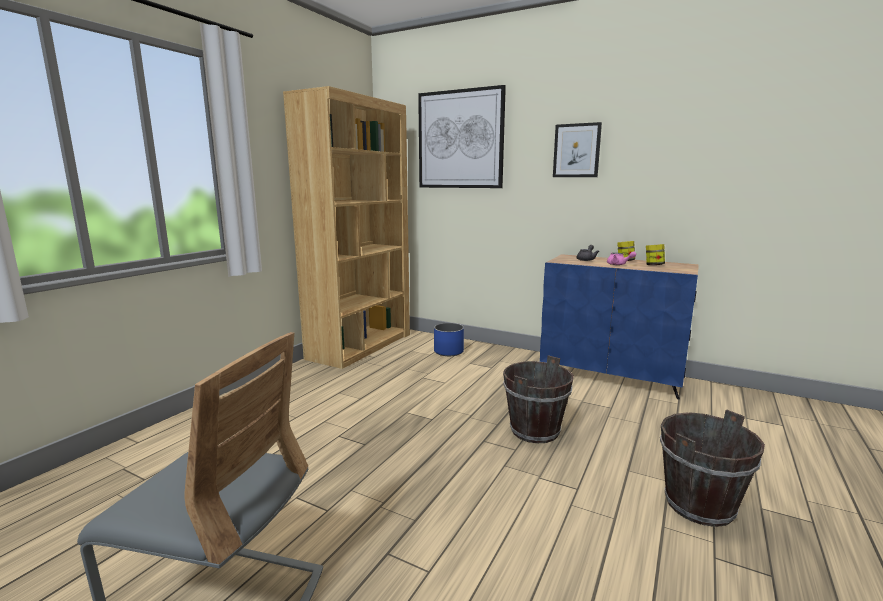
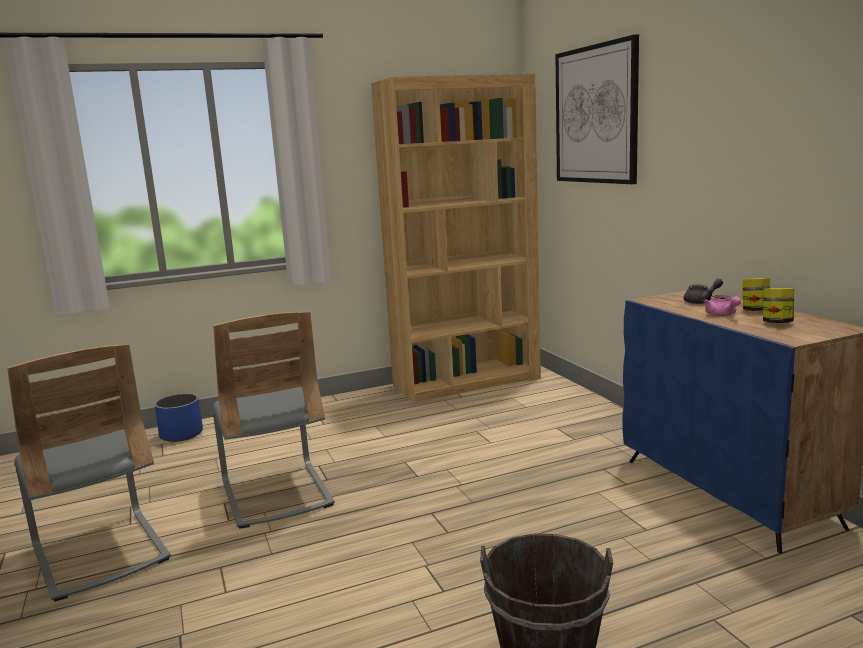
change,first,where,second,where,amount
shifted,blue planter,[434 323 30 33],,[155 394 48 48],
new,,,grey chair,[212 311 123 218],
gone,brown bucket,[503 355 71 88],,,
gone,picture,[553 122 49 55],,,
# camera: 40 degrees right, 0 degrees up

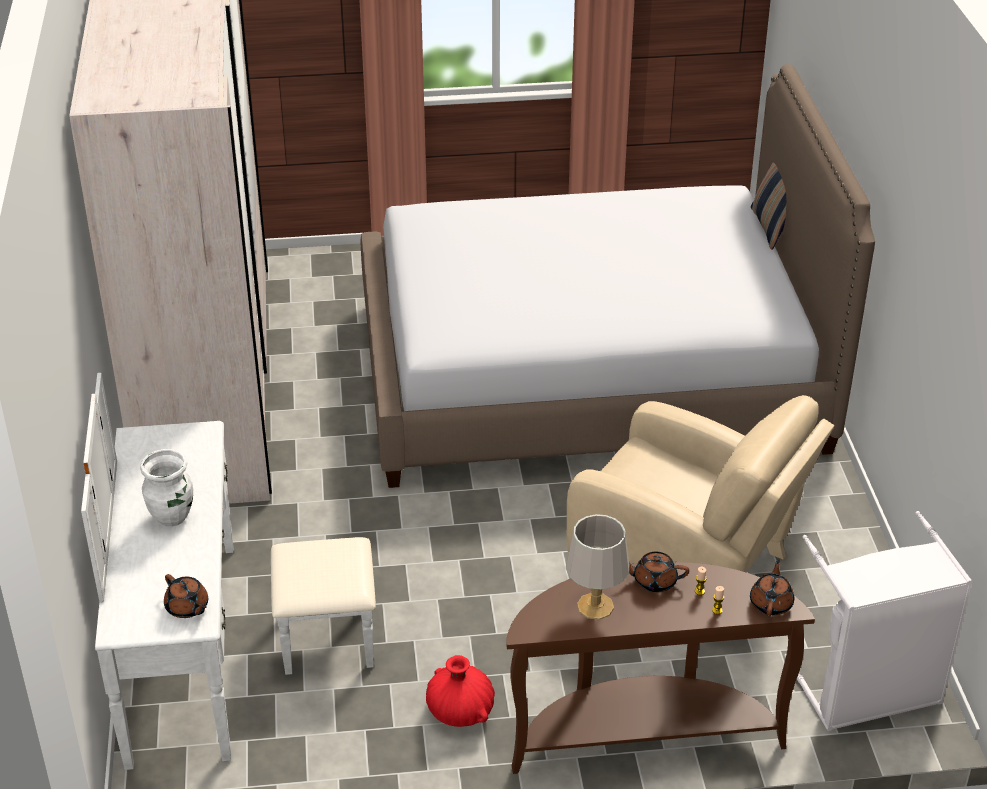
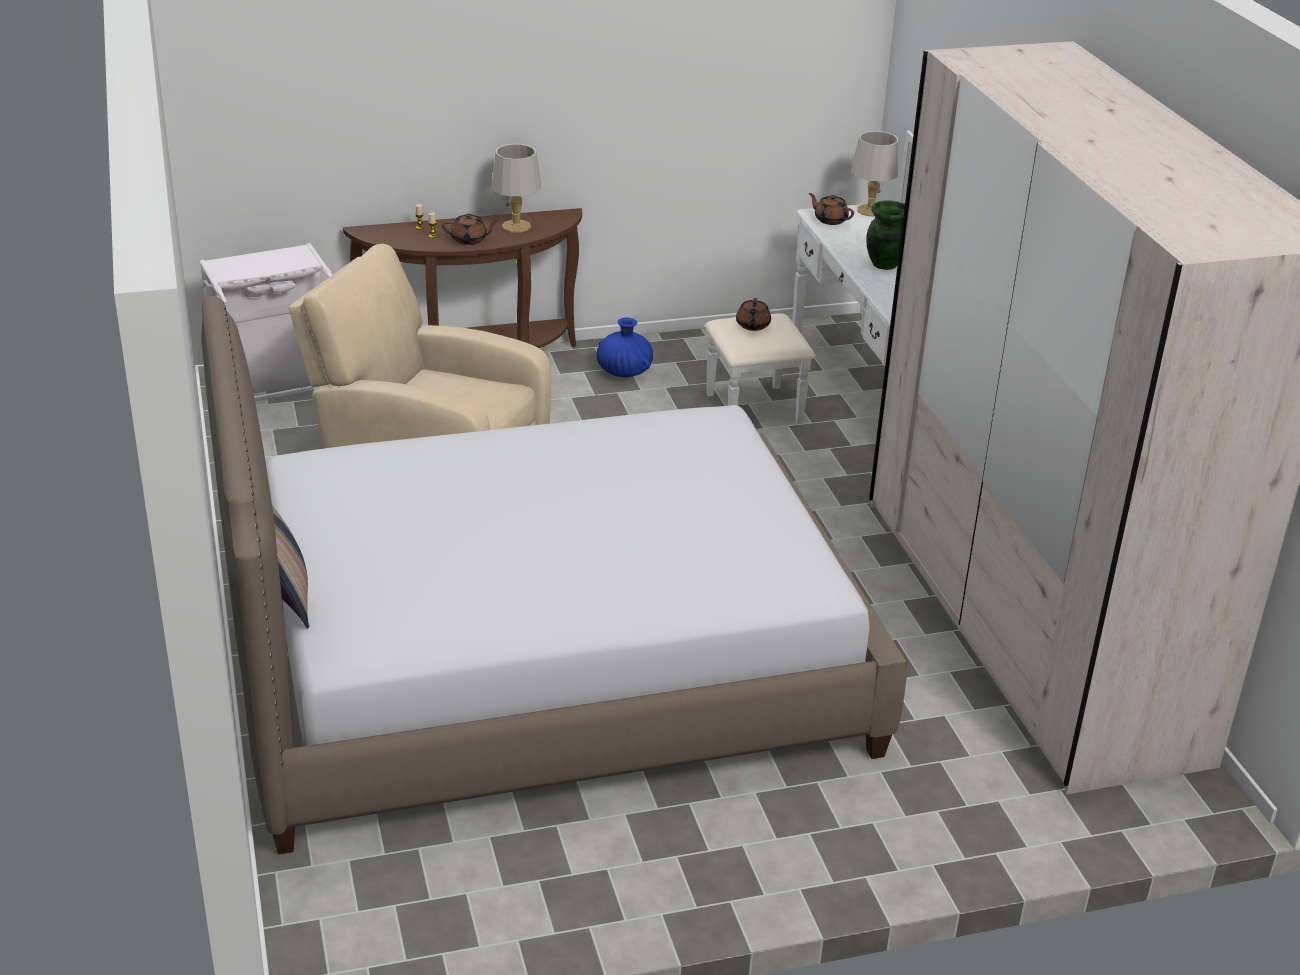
change,first,where,second,where,amount
repainted,red vase,[426 655 69 72],blue vase,[597 317 56 61],
shifted,brown teapot,[750 559 44 57],,[736 298 35 33],
new,,,grey table lamp,[851 131 48 86],
repainted,white vase,[140 449 53 78],green vase,[867 200 38 70],
# camera: 170 degrees right, 5 degrees down

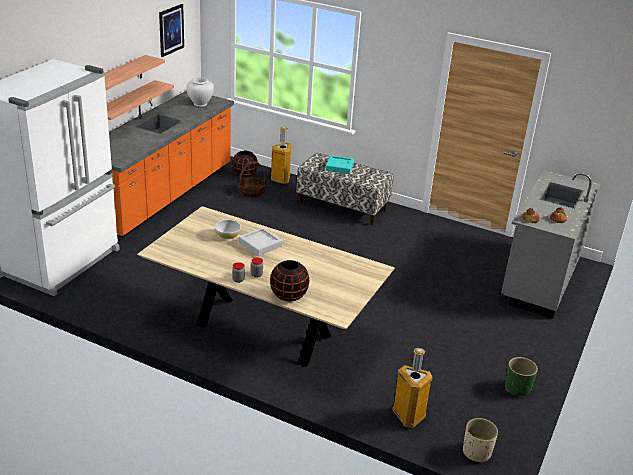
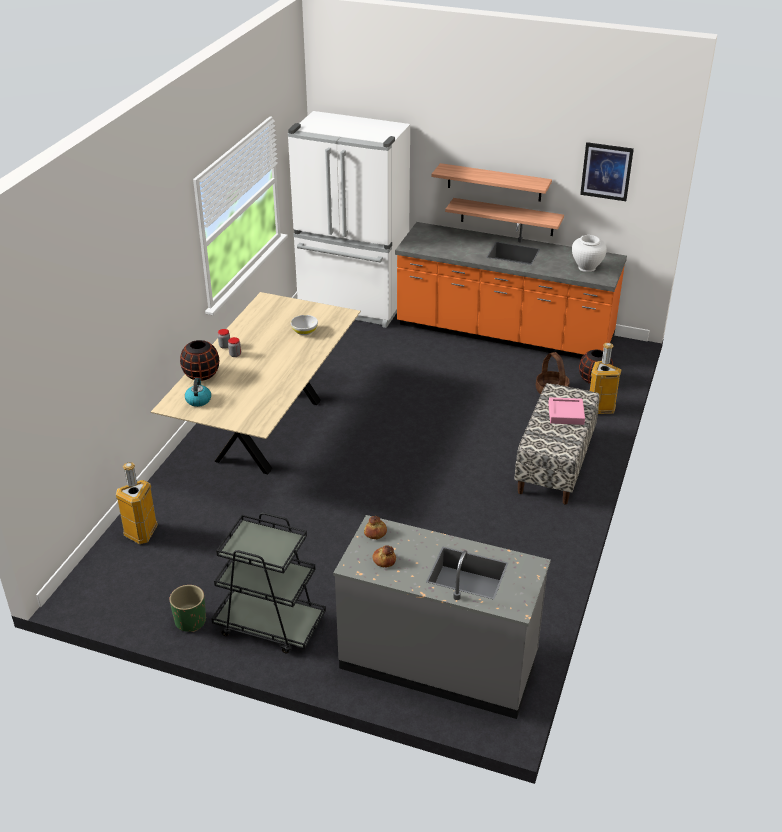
change,first,where,second,where,amount
new,,,kettle,[185 378 26 29],
new,,,black cart,[211 512 115 142],
repainted,turquoise tray,[326 155 28 19],pink tray,[548 397 37 28],
gone,grey tray,[239 227 44 29],,,
gone,beige planter,[463 418 35 45],,,
# camera: 85 degrees right, 5 degrees up

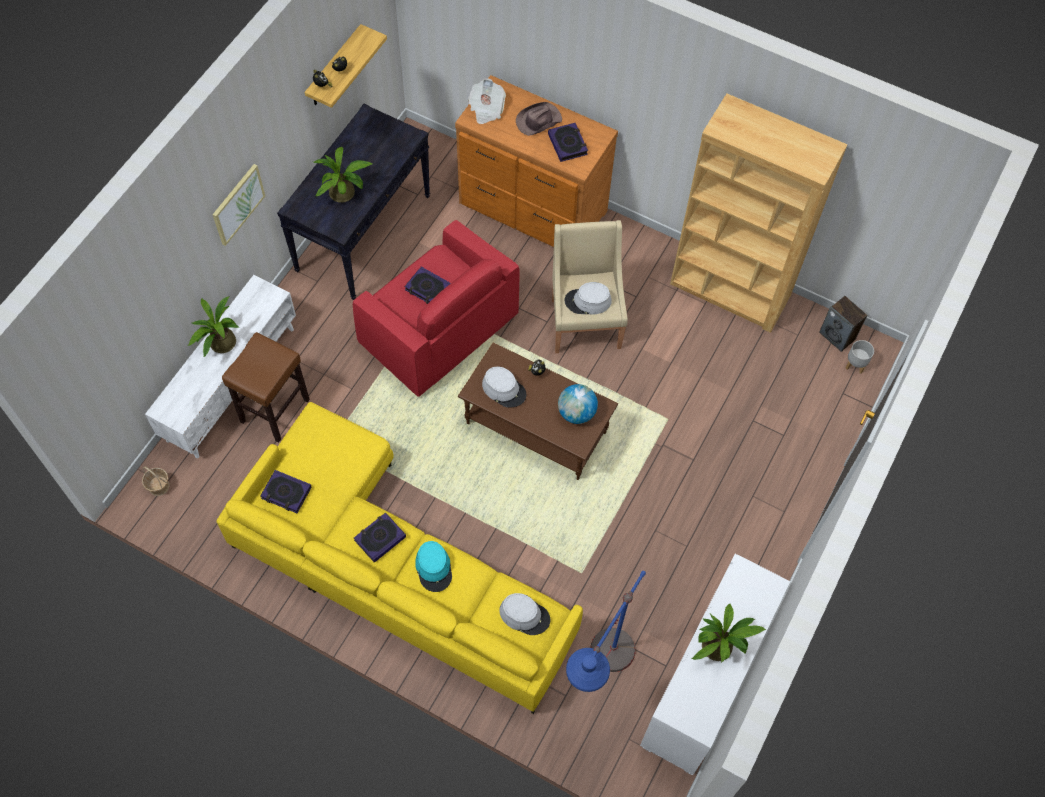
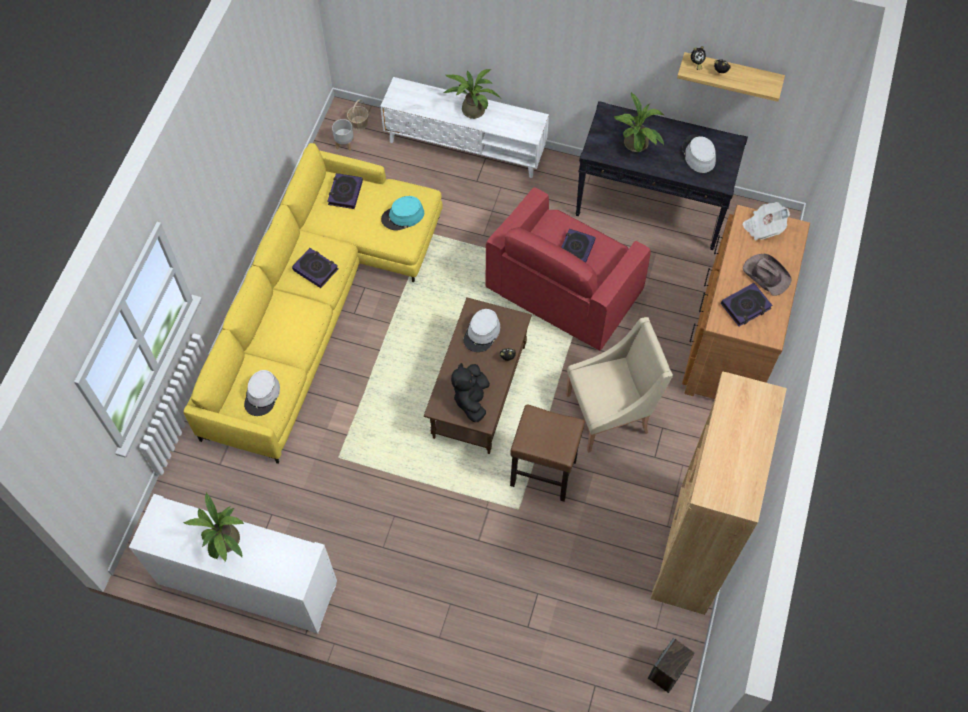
change,first,where,second,where,amount
shifted,grey planter,[846 340 28 34],,[332 119 22 32],
shifted,turquoise hat,[415 541 37 51],,[381 196 43 34],
swapped,globe,[558 384 40 40],black plush toy,[451 363 39 59],
shifted,brown stool,[222 332 88 110],,[510 405 75 97],
shifted,grey hat,[564 282 48 33],,[682 135 34 38],
gone,picture,[212 164 53 82],,,
gone,blue floor lamp,[566 571 80 121],,,
# camera: 80 degrees right, 0 degrees up

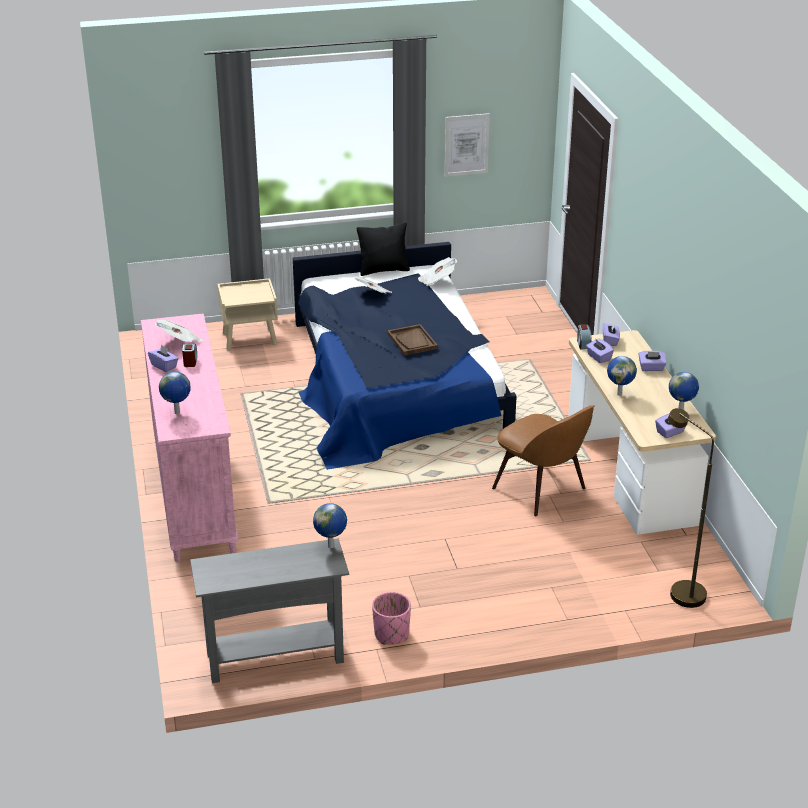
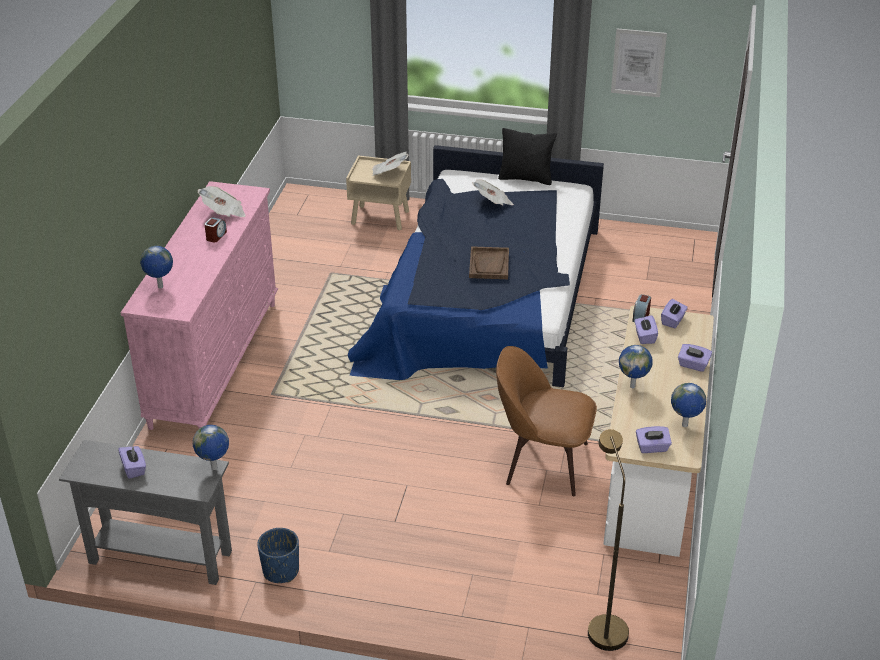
change,first,where,second,where,amount
shifted,purple tissue box,[148 345 30 27],,[118 446 28 33],
repainted,pink planter,[372 592 39 53],blue planter,[257 528 42 55],
shifted,newspaper,[418 257 39 29],,[372 152 36 24],
rotated,brown chair,[492 405 103 111],,[496 346 101 150],120 degrees clockwise
# camera: 25 degrees right, 5 degrees up

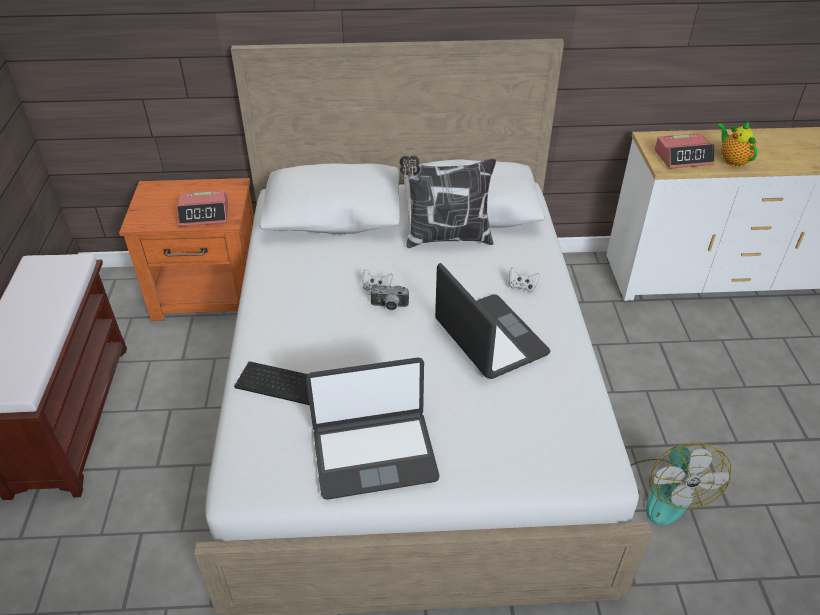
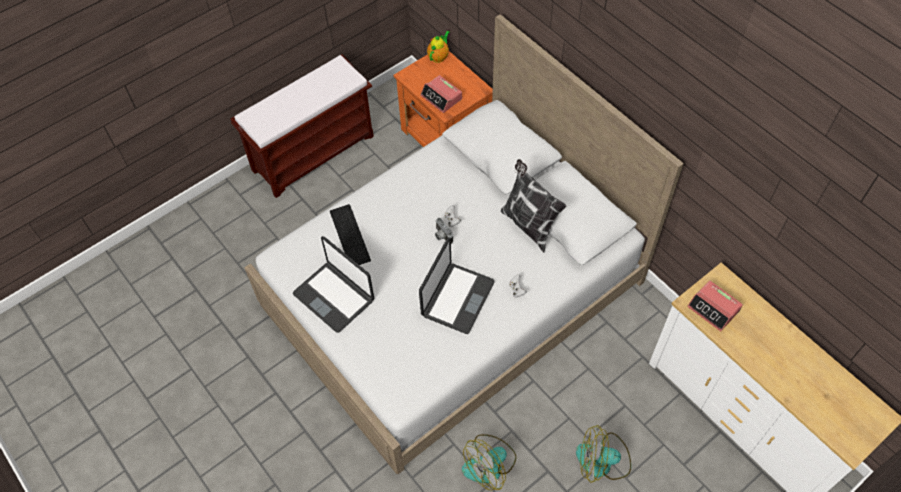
change,first,where,second,where,amount
shifted,teapot,[717 121 41 46],,[427 31 23 32],
new,,,fan,[576 425 55 57],
# camera: 55 degrees right, 15 degrees up

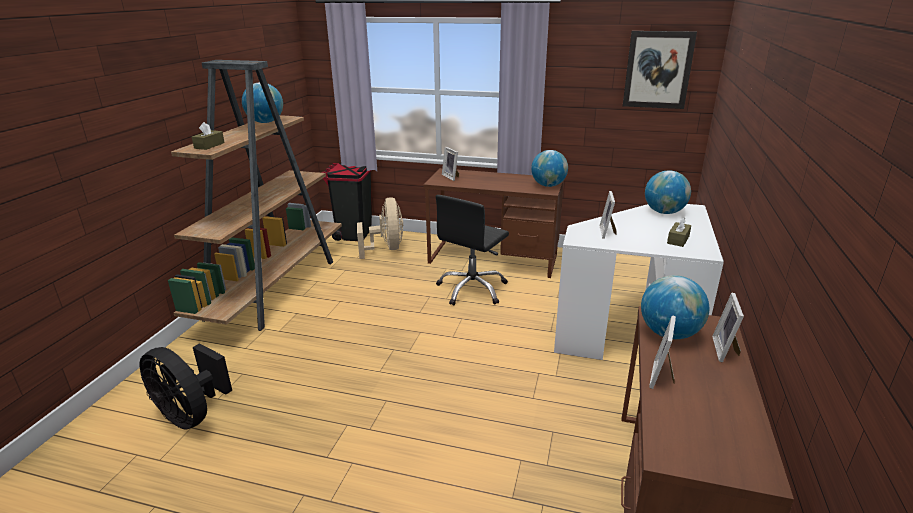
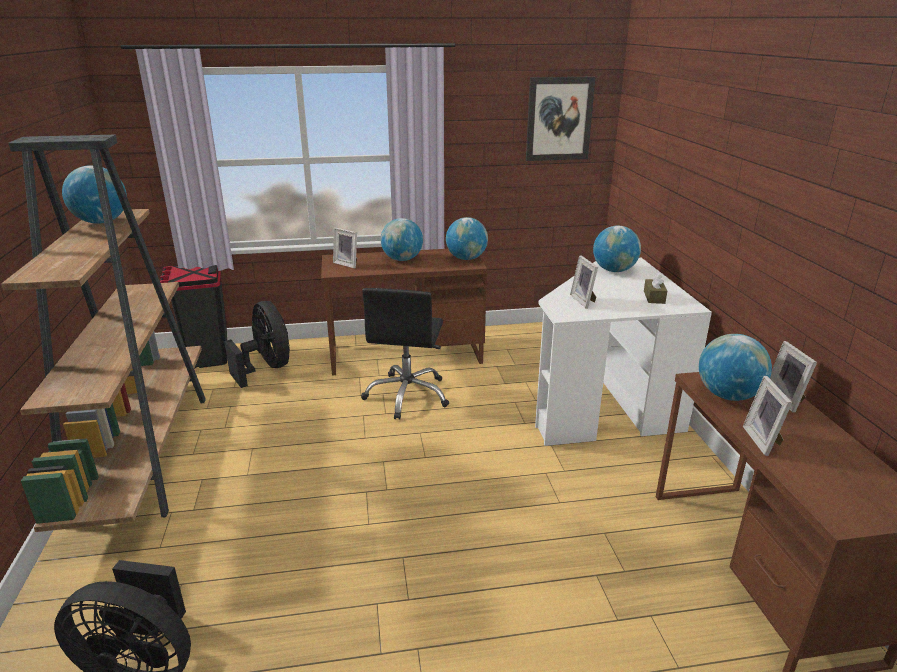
change,first,where,second,where,amount
repainted,beige fan,[357 197 46 62],black fan,[224 301 66 87],
new,,,globe,[381 218 42 43],
gone,brown tissue box,[192 122 33 28],,,
# camera: 25 degrees left, 0 degrees up

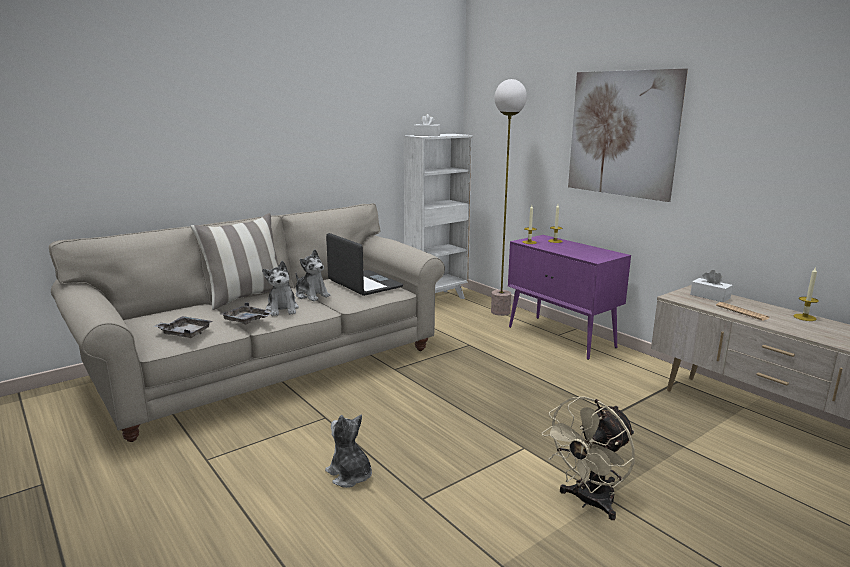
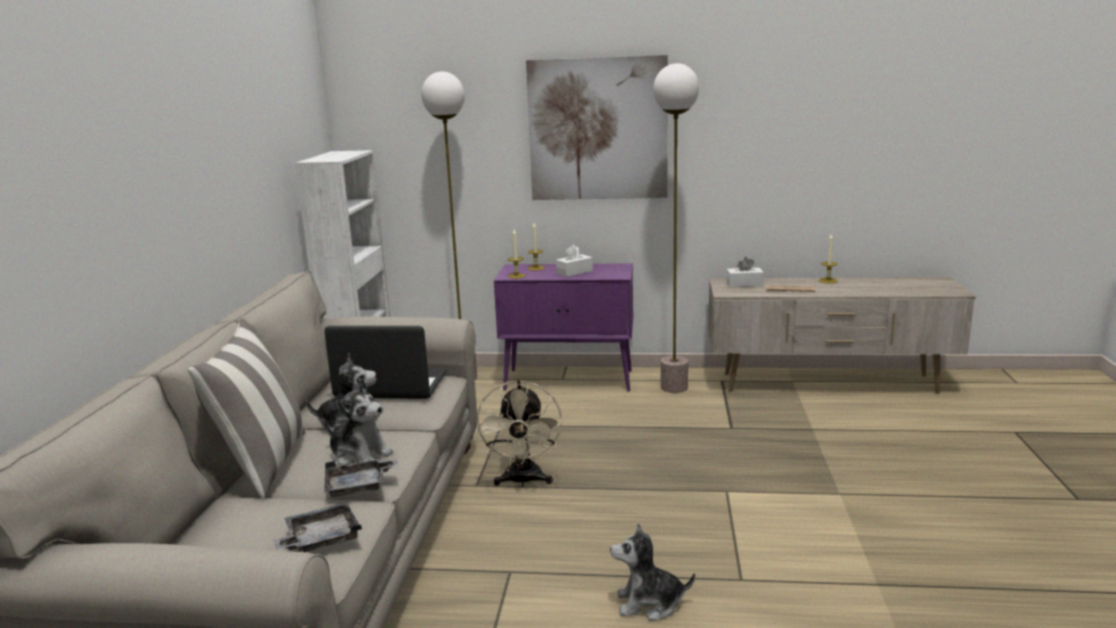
change,first,where,second,where,amount
shifted,beige fan,[542 396 93 124],,[476 380 86 107],
shifted,white tissue box,[414 114 26 22],,[556 244 37 33],
new,,,floor lamp,[653 63 46 330],
# camera: 45 degrees left, 0 degrees up

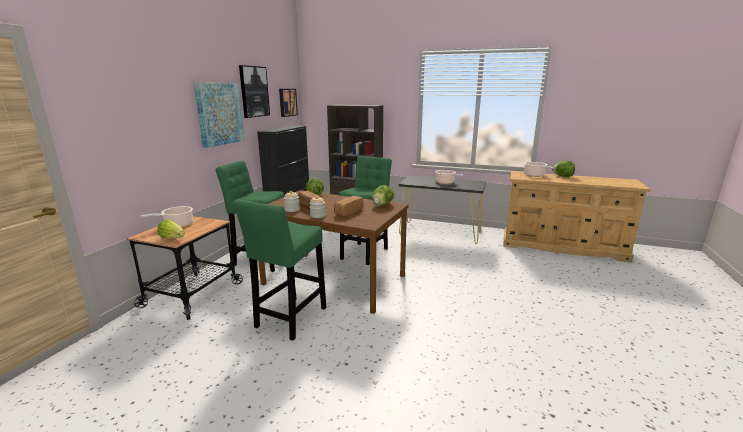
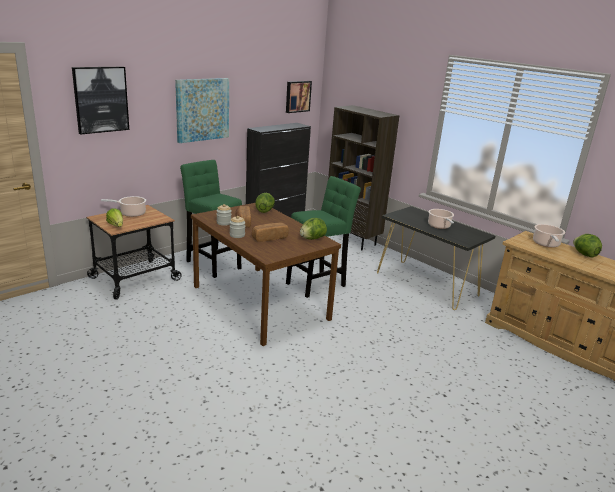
change,first,where,second,where,amount
shifted,picture,[239 65 31 53],,[72 67 57 67],
gone,green stool,[233 199 93 141],,,
# camera: 25 degrees right, 5 degrees up

